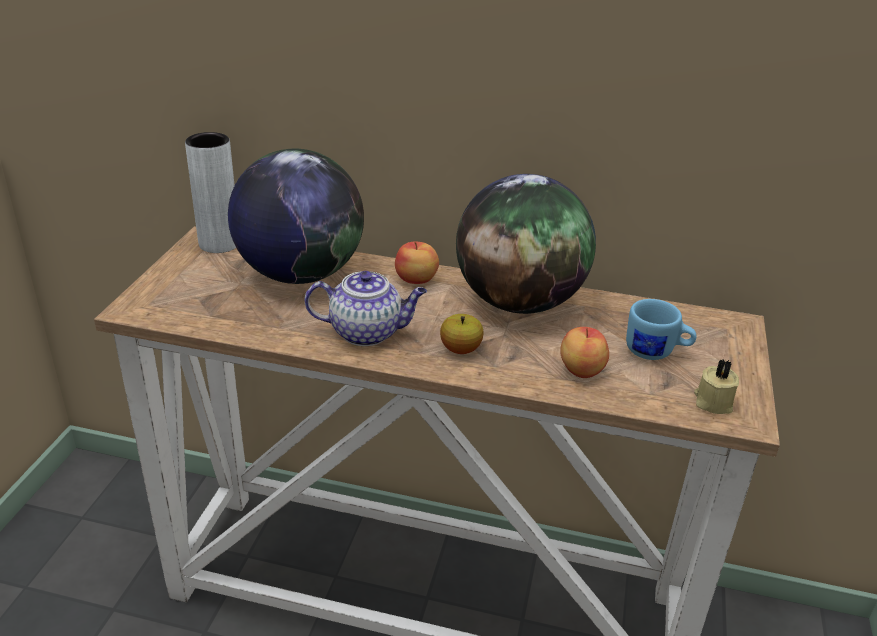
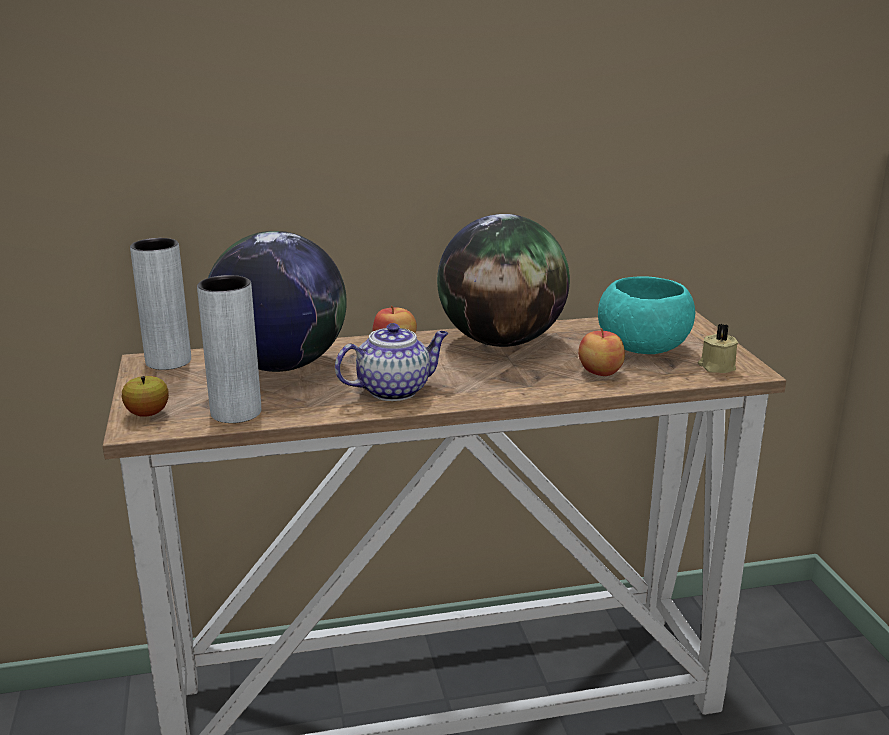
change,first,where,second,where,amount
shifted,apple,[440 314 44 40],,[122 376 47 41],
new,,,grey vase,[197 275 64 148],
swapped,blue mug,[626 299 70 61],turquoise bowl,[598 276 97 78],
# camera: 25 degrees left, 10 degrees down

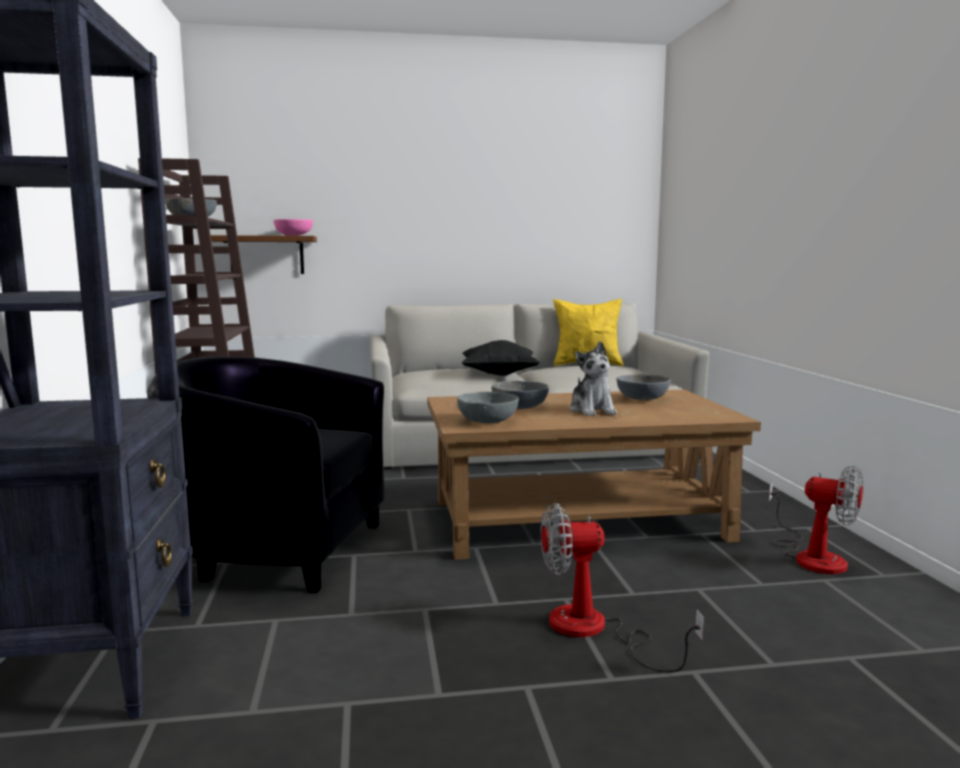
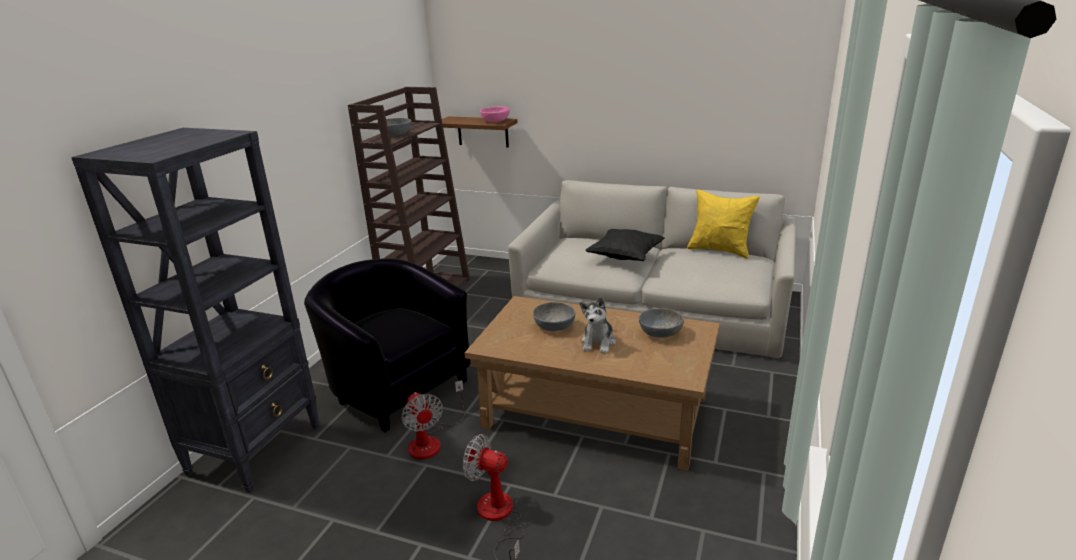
change,first,where,second,where,amount
shifted,fan,[769 465 94 109],,[401 380 64 80],
gone,grey bowl,[457 392 62 32],,,
# camera: 30 degrees right, 15 degrees up

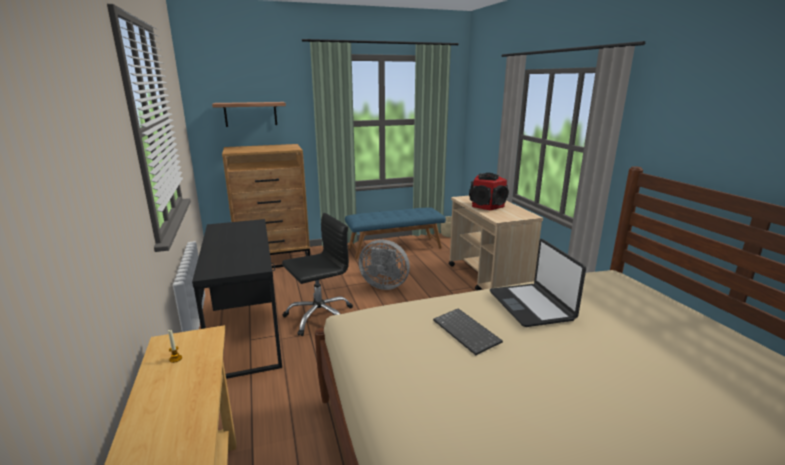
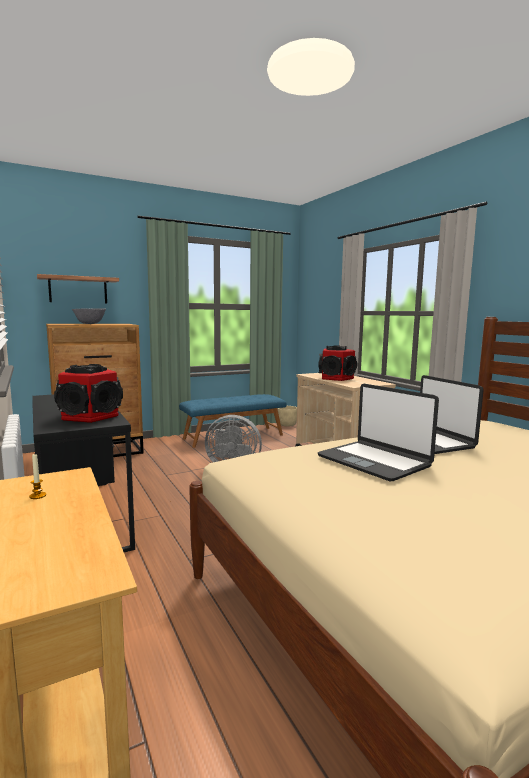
change,first,where,second,where,amount
new,,,speaker,[54 364 69 59],
new,,,grey bowl,[72 309 34 15],
swapped,keyboard,[433 308 70 47],laptop,[318 384 121 98],
gone,black office chair,[282 213 71 123],,,
# camera: 10 degrees left, 10 degrees down

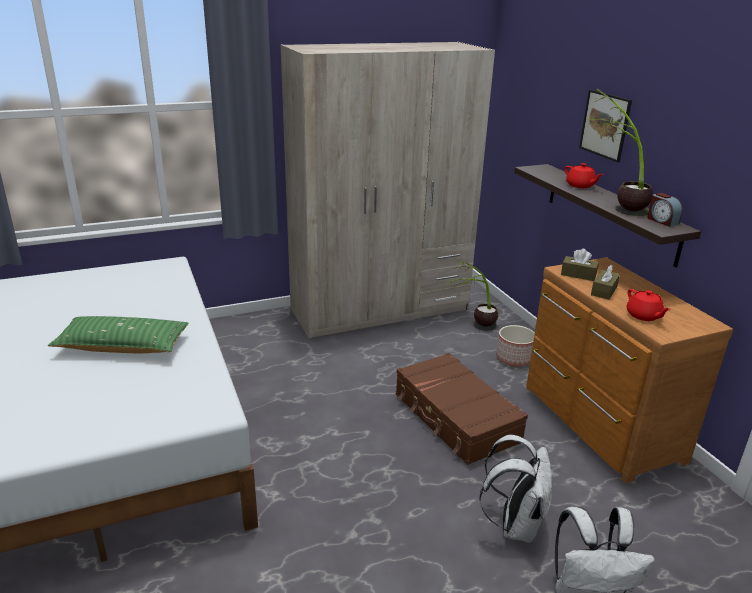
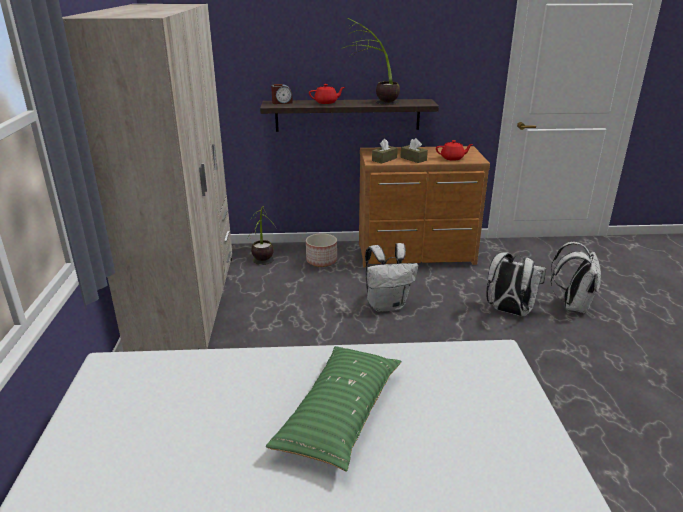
change,first,where,second,where,amount
shifted,alarm clock,[647 193 36 34],,[271 84 22 20],
swapped,brown suitcase,[396 353 132 112],white backpack,[365 243 53 69],
gone,picture,[579 90 53 72],,,
# camera: 70 degrees left, 0 degrees up

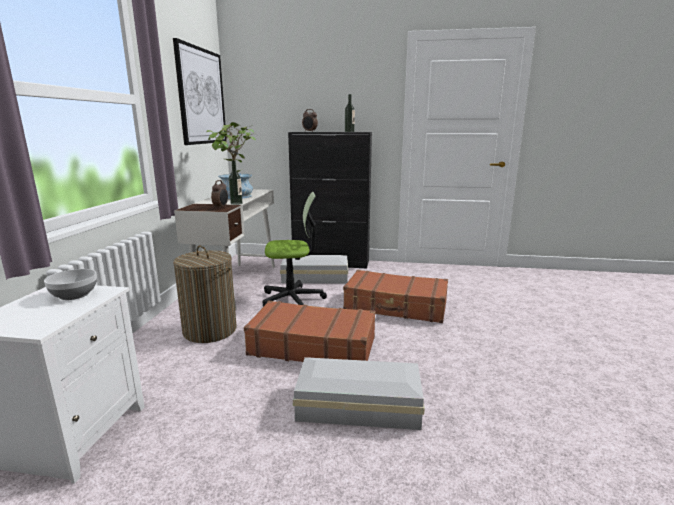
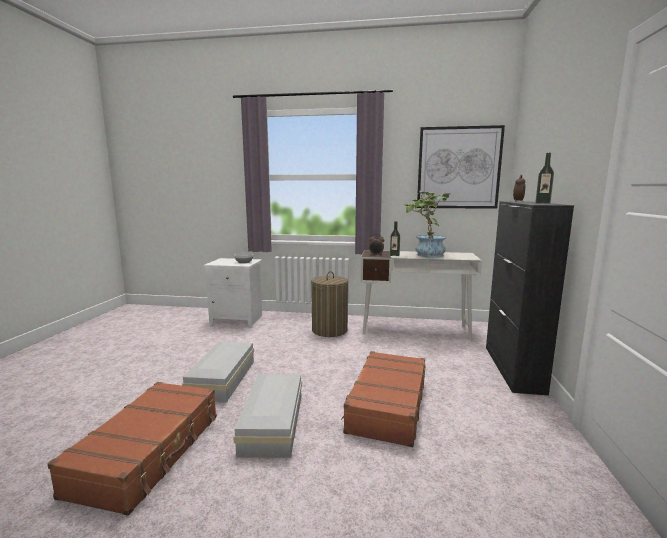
change,first,where,second,where,amount
shifted,brown suitcase,[244 301 132 61],,[47 382 170 134],
shifted,white storage box,[280 255 68 29],,[233 374 69 84],
gone,office chair,[262 192 65 115],,,
# camera: 90 degrees right, 5 degrees down

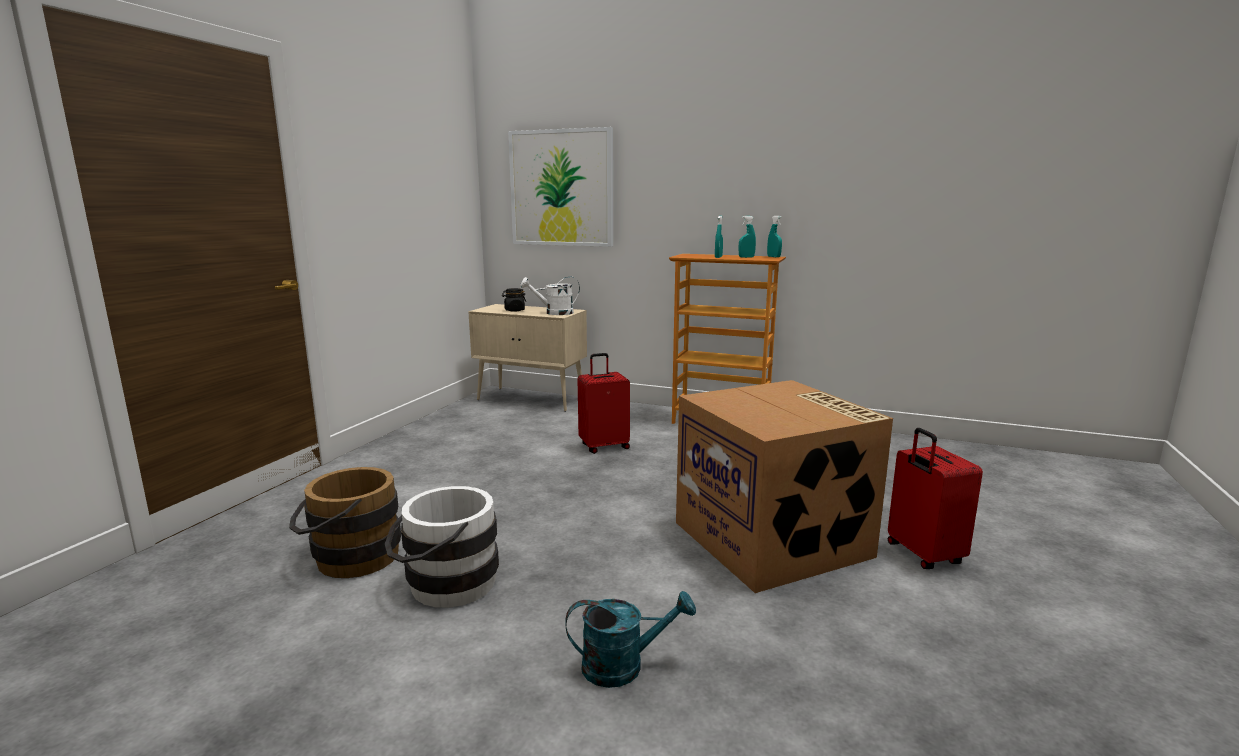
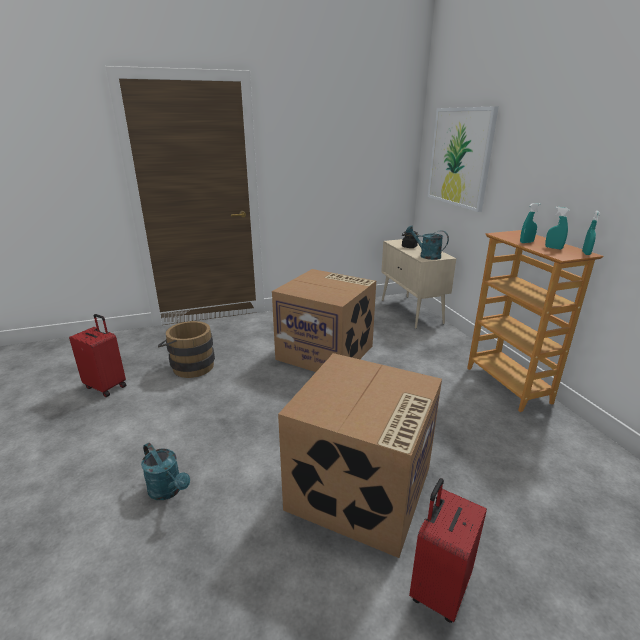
change,first,where,second,where,amount
shifted,red suitcase,[577 353 53 101],,[69 314 57 83],
new,,,cardboard box,[272 269 104 103],
repainted,white watering can,[520 277 60 38],turquoise watering can,[406 225 43 35],
gone,white bucket,[385 486 114 122],,,
# camera: 50 degrees right, 10 degrees up

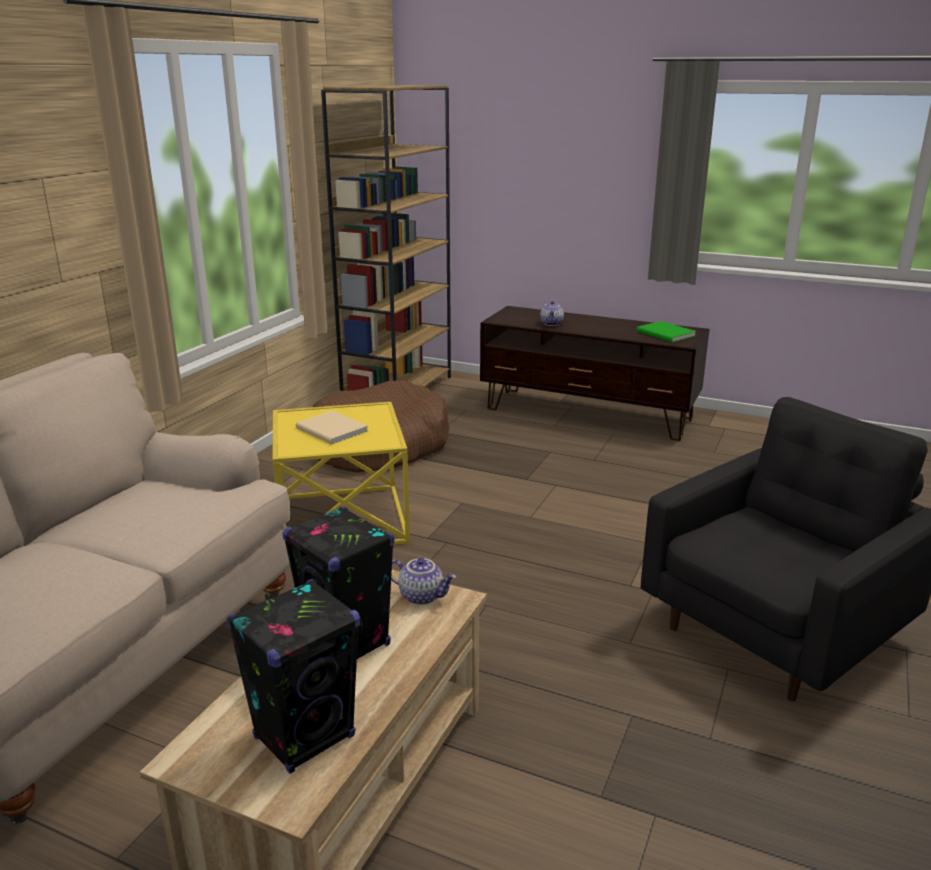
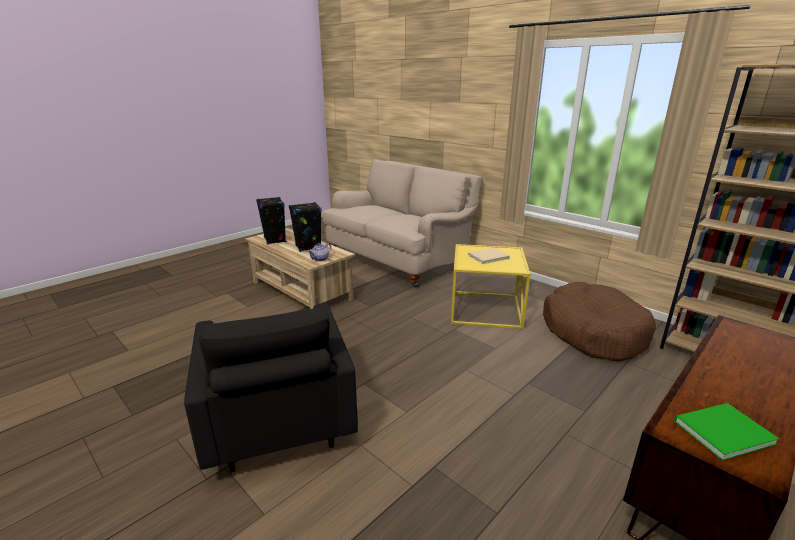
change,first,where,second,where,amount
gone,teapot,[540 301 24 25],,,
# camera: 110 degrees right, 0 degrees up

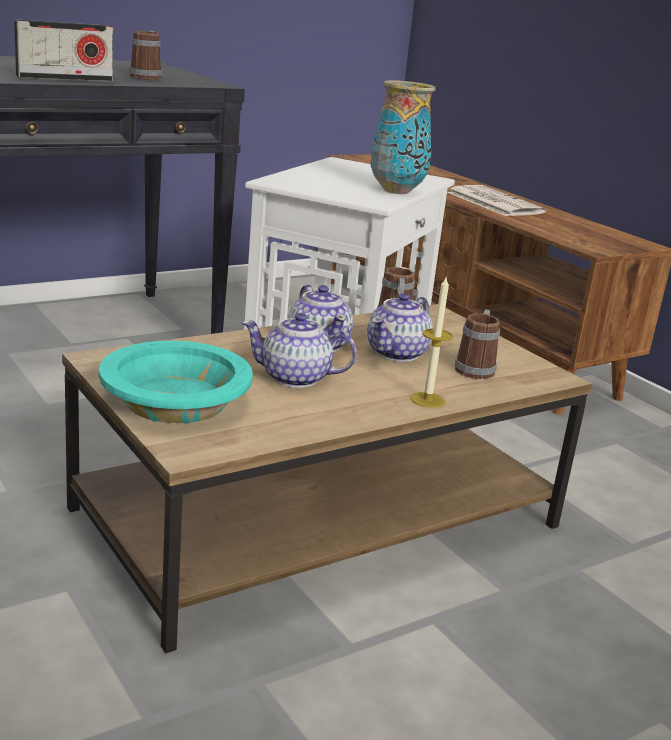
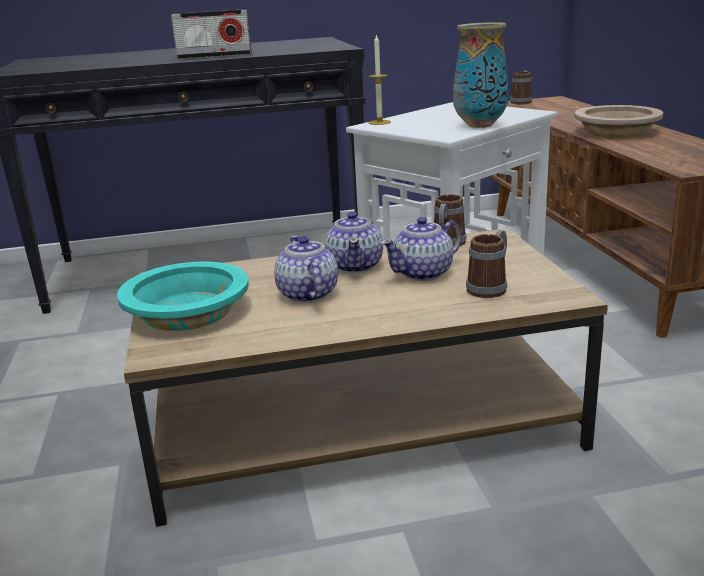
change,first,where,second,where,amount
rotated,teapot,[242 313 115 75],,[274 236 64 67],45 degrees clockwise
shifted,candle,[410 275 43 133],,[368 34 23 91],
shifted,mug,[129 31 33 49],,[510 71 22 33],
swapped,newspaper,[447 185 99 31],beige bowl,[574 105 89 33],
# camera: 25 degrees right, 0 degrees up

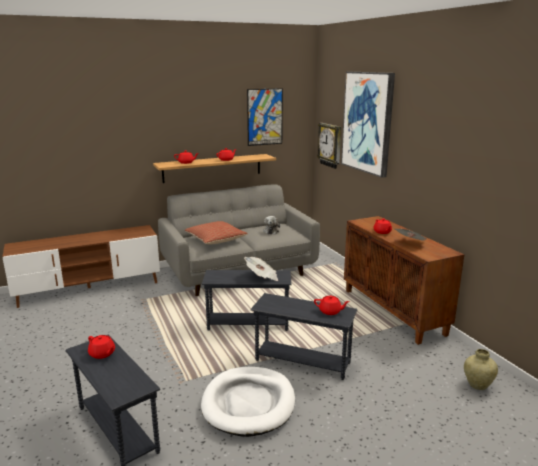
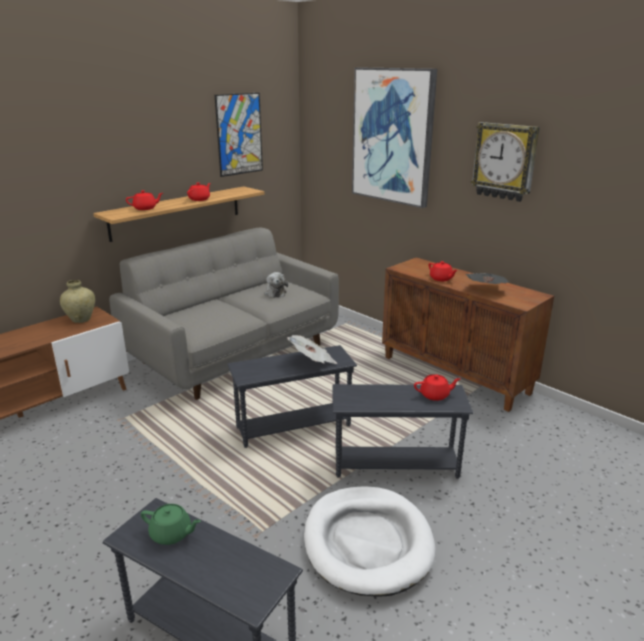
change,first,where,second,where,amount
shifted,beige vase,[464 349 34 41],,[60 280 35 43],
repainted,red teapot,[88 335 27 24],green teapot,[141 504 60 41],
shifted,wall clock,[317 123 24 46],,[471 122 69 80],
gone,pillow,[185 221 63 23],,,
# camera: 20 degrees left, 5 degrees up

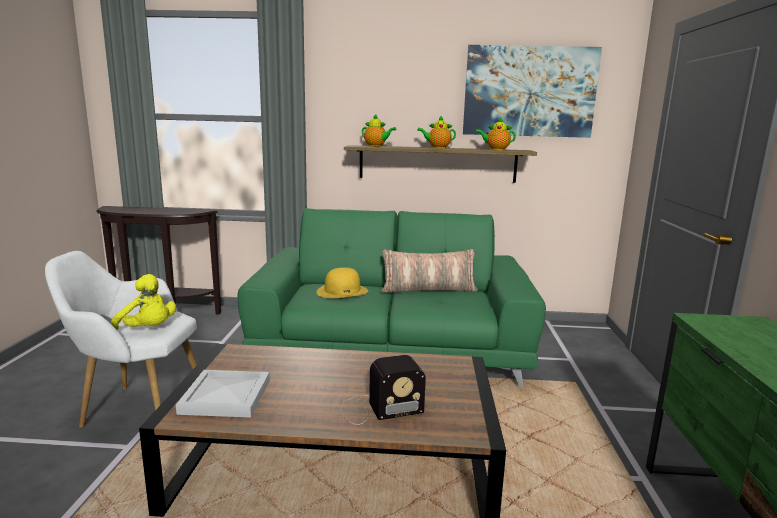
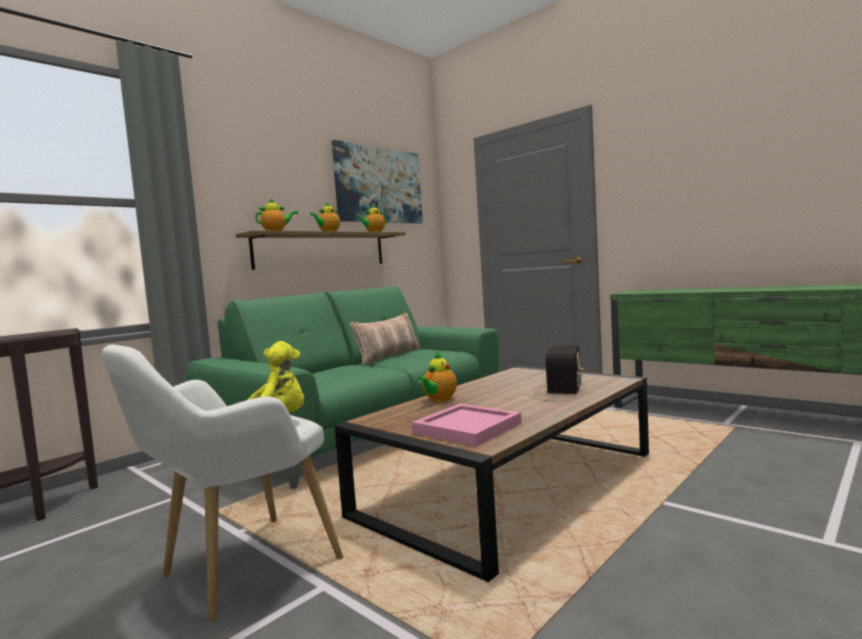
change,first,where,second,where,amount
repainted,white tray,[176 370 94 47],pink tray,[412 404 110 42],
new,,,teapot,[417 352 40 50],
gone,yellow hat,[317 267 51 31],,,
# camera: 50 degrees left, 10 degrees down

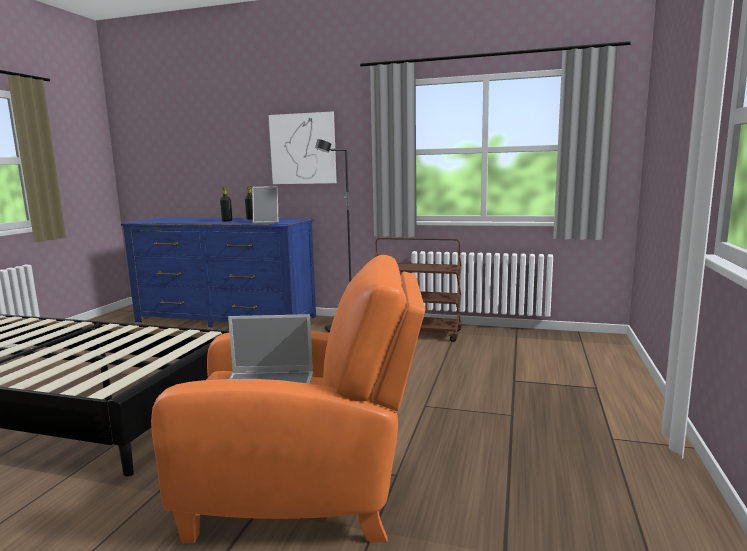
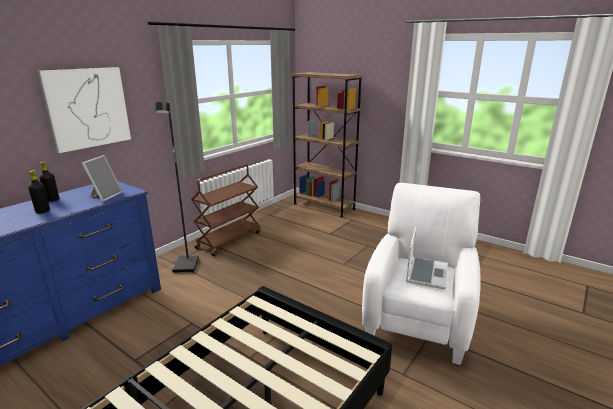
change,first,where,second,where,amount
new,,,brown bookcase,[291 72 72 146],
repainted,orange armchair,[151 255 274 288],white armchair,[362 183 119 182],
# camera: 70 degrees left, 10 degrees up

